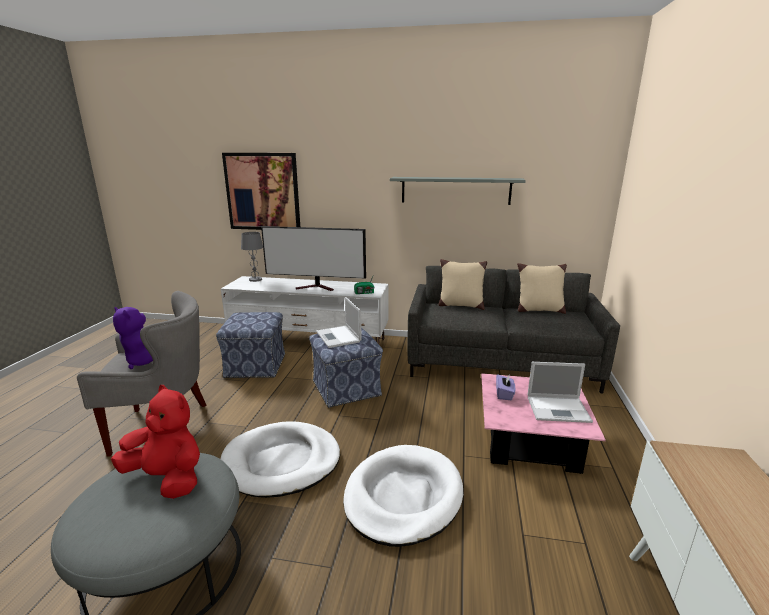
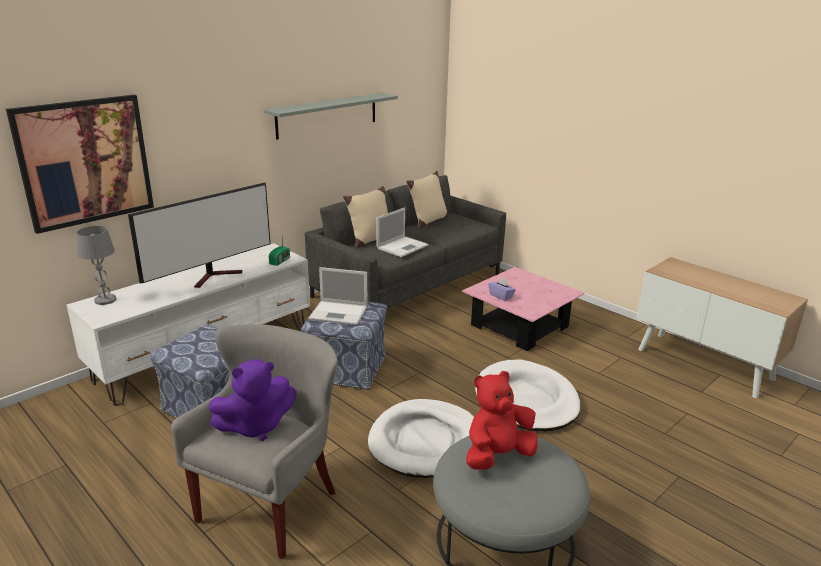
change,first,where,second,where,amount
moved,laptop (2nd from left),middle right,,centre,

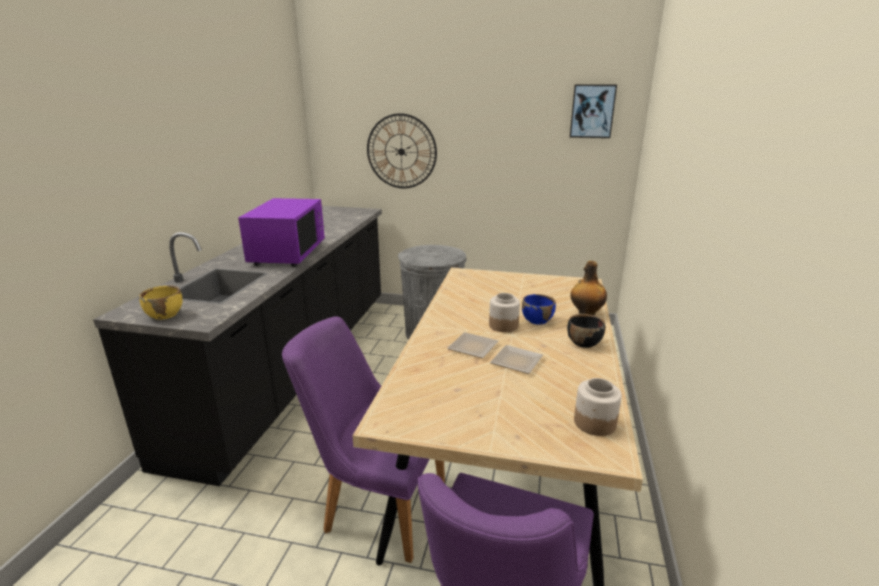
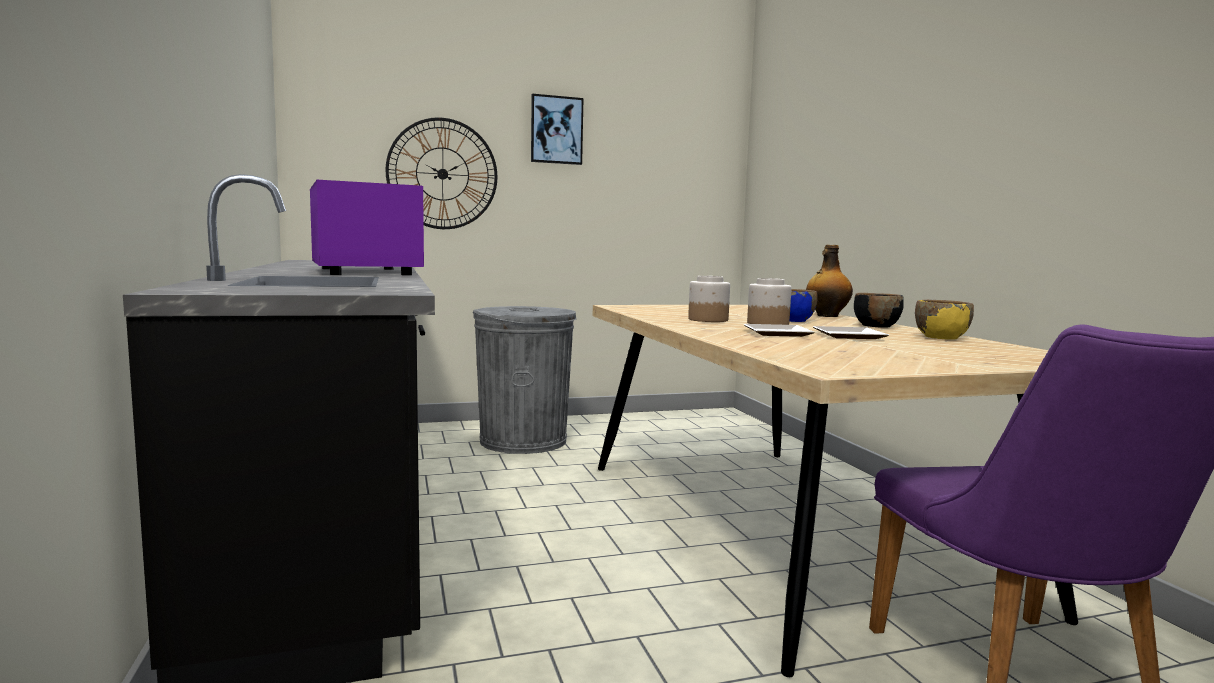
change,first,where,second,where,amount
removed,purple chair (1st from left),bottom centre,,,
moved,yellow bowl,middle left,,middle right,
moved,picture,top right,,top centre,
moved,jar (2nd from left in the first image),bottom right,jar (1st from left),centre,

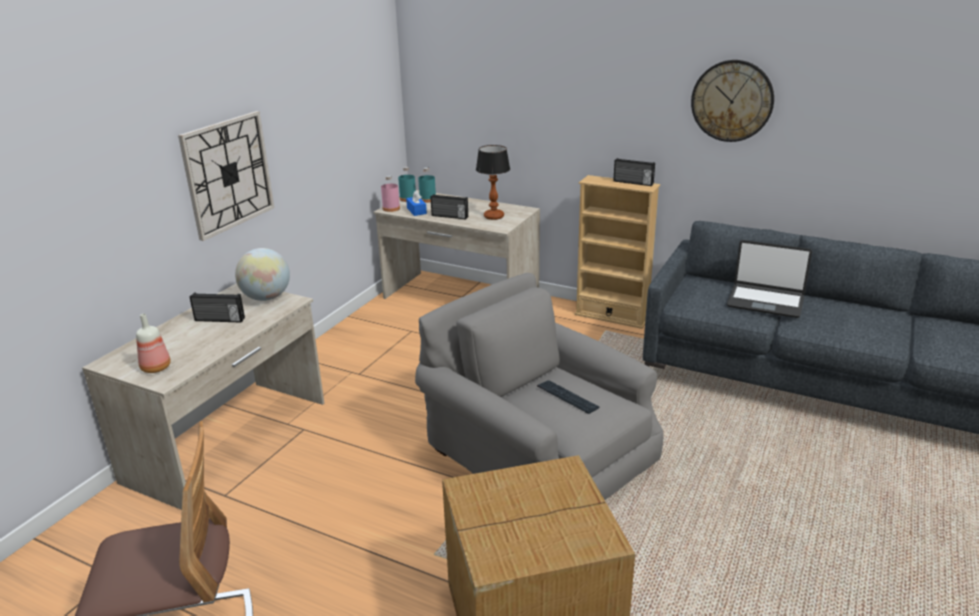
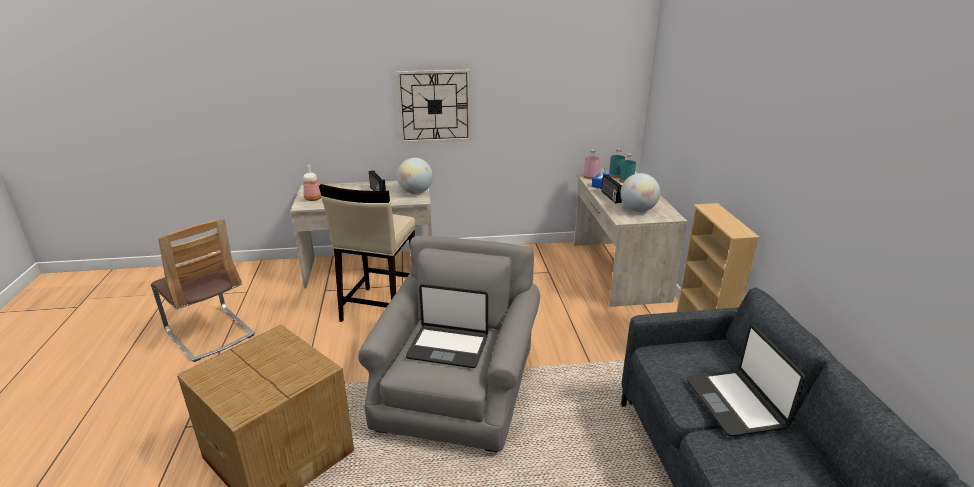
change,first,where,second,where,amount
removed,radio (3rd from left),top centre,,,
removed,wall clock (2nd from left),top right,,,
added,,,beige stool,centre,
replaced,table lamp,top centre,globe (2nd from left),centre,
replaced,keyboard,centre,laptop (1st from left),bottom centre,

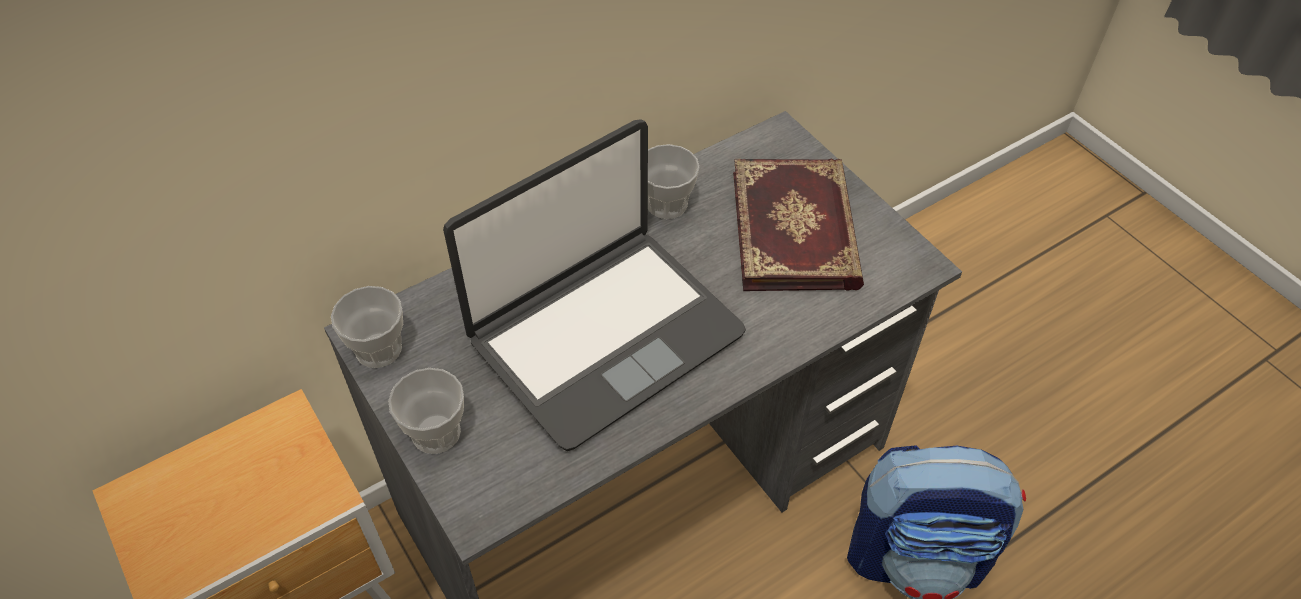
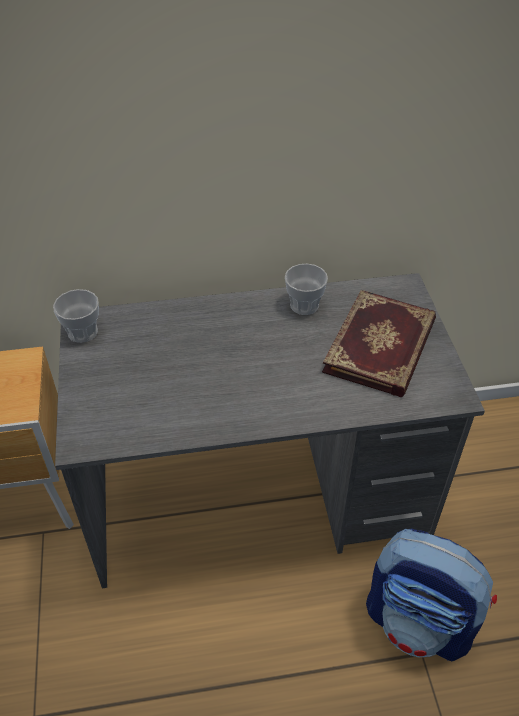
change,first,where,second,where,amount
removed,cup (2nd from left),bottom left,,,
removed,laptop,centre,,,

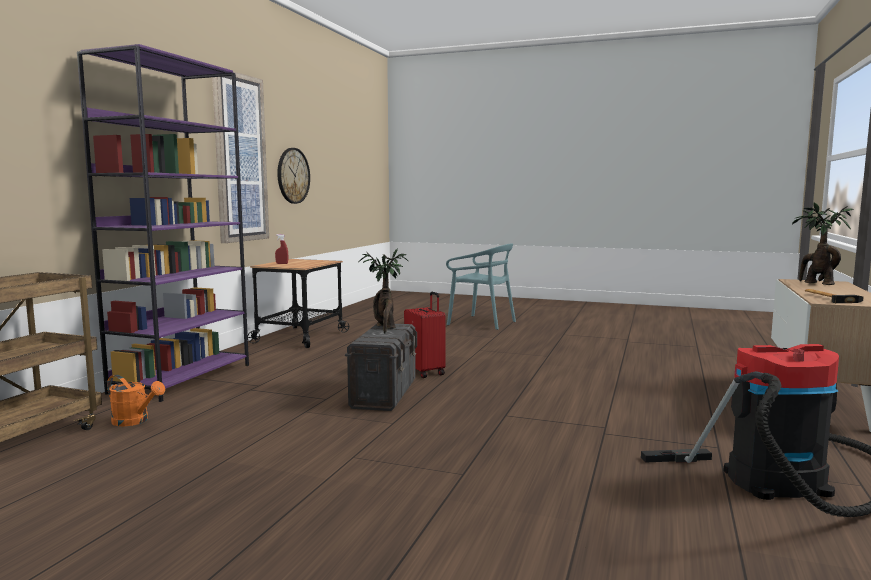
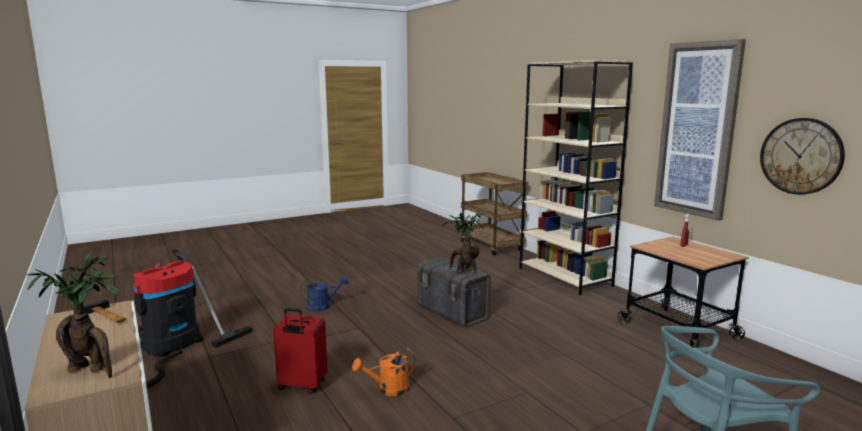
change,first,where,second,where,amount
added,,,blue watering can,bottom centre,
moved,orange watering can,bottom left,,bottom centre,
moved,red suitcase,centre,,bottom centre,
recoloured,purple bookcase,middle left,beige bookcase,middle right,

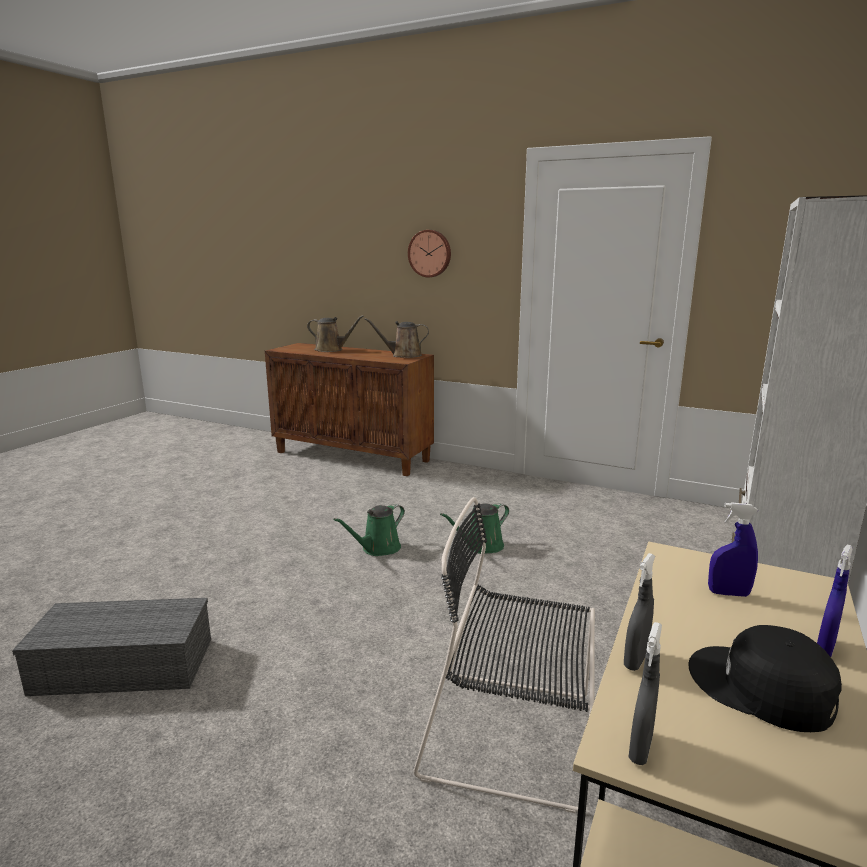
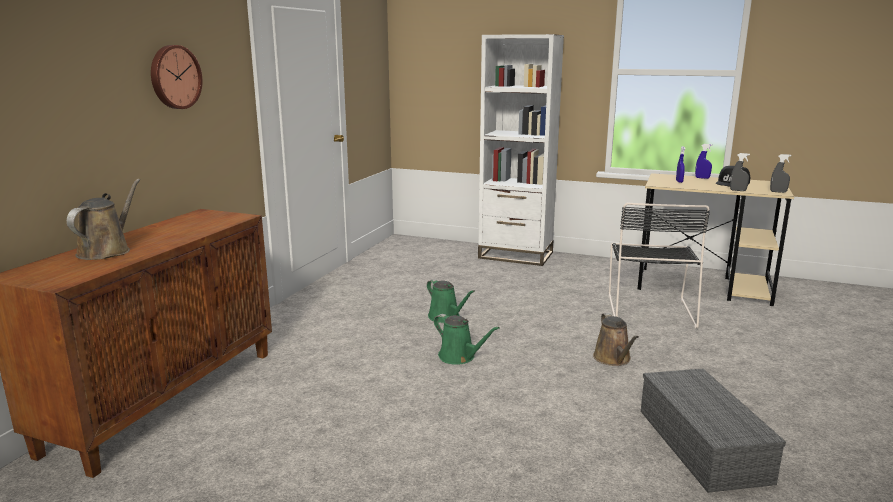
change,first,where,second,where,amount
moved,brown watering can (2nd from left),centre,,bottom right,

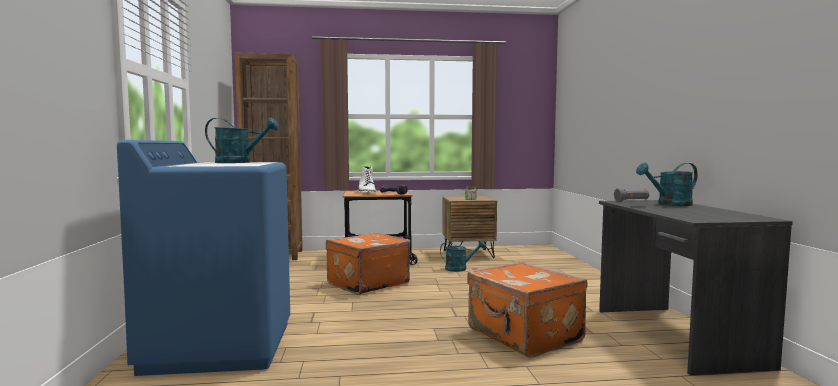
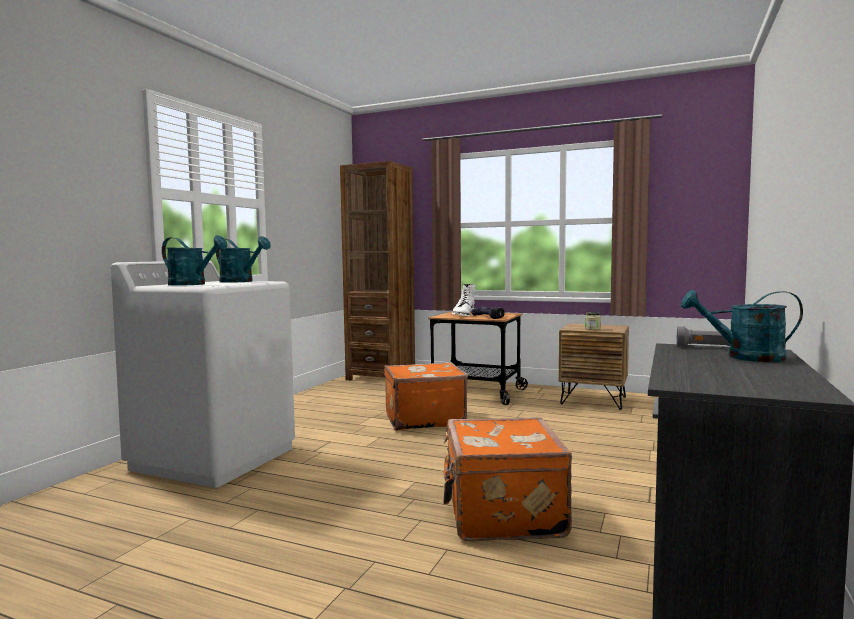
change,first,where,second,where,amount
moved,turquoise watering can (2nd from left in the first image),centre,turquoise watering can (1st from left),middle left,
recoloured,blue washing machine,bottom left,white washing machine,middle left,

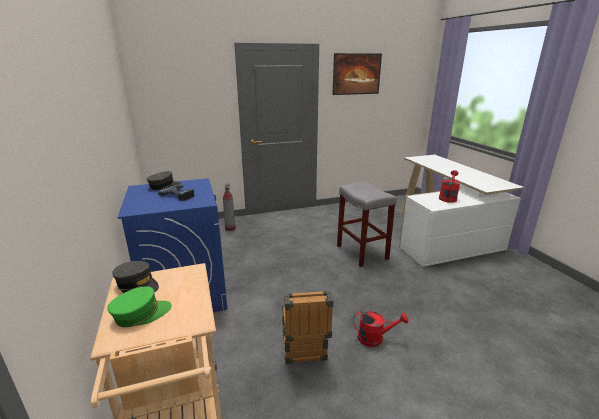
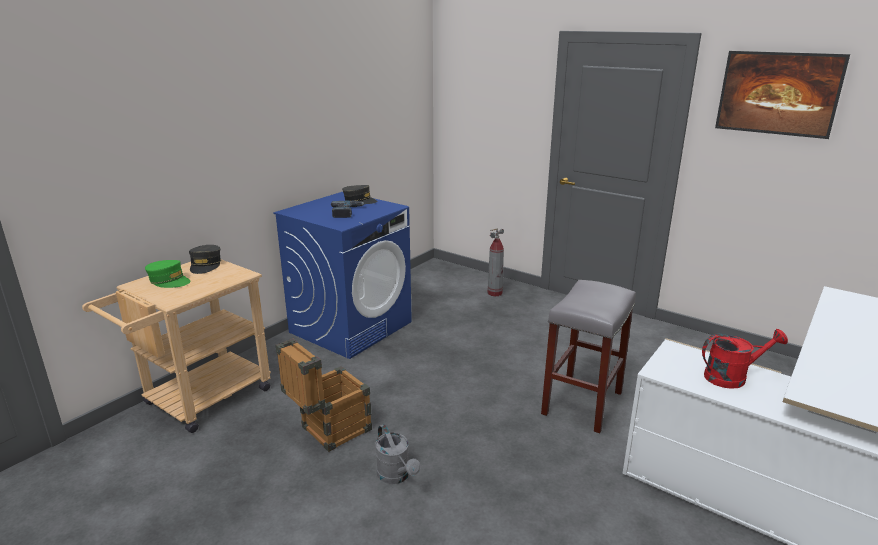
change,first,where,second,where,amount
recoloured,red watering can (1st from left),bottom centre,grey watering can,bottom centre,

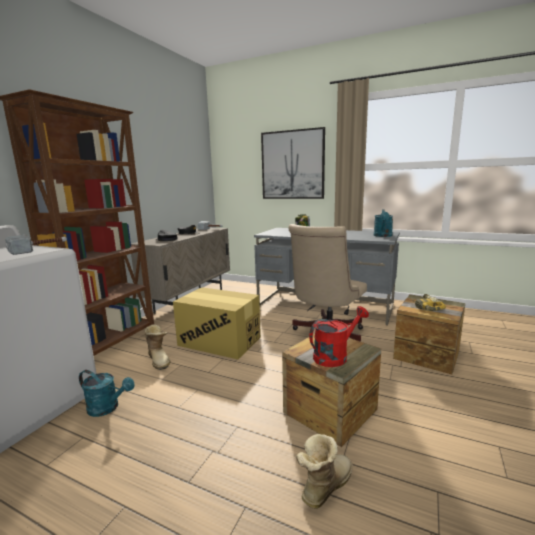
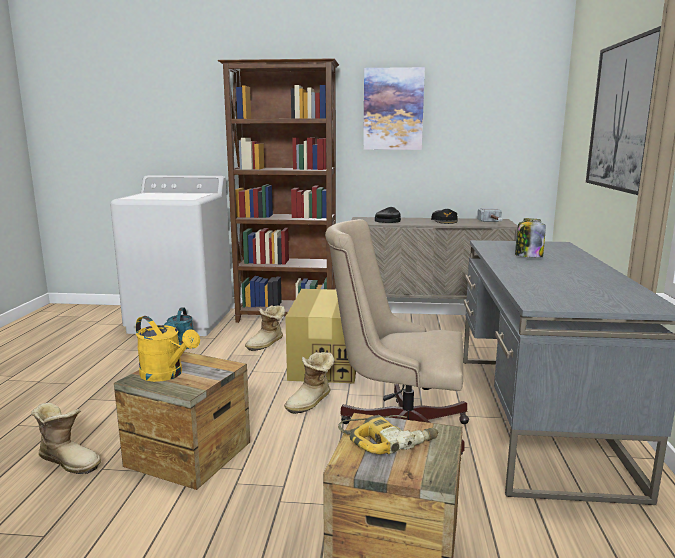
change,first,where,second,where,amount
removed,hammer (1st from left),middle left,,,
removed,turquoise watering can (2nd from left),middle right,,,
added,,,boot (3rd from left),bottom centre,
added,,,picture (1st from left),top centre,
recoloured,red watering can,centre,yellow watering can,middle left,

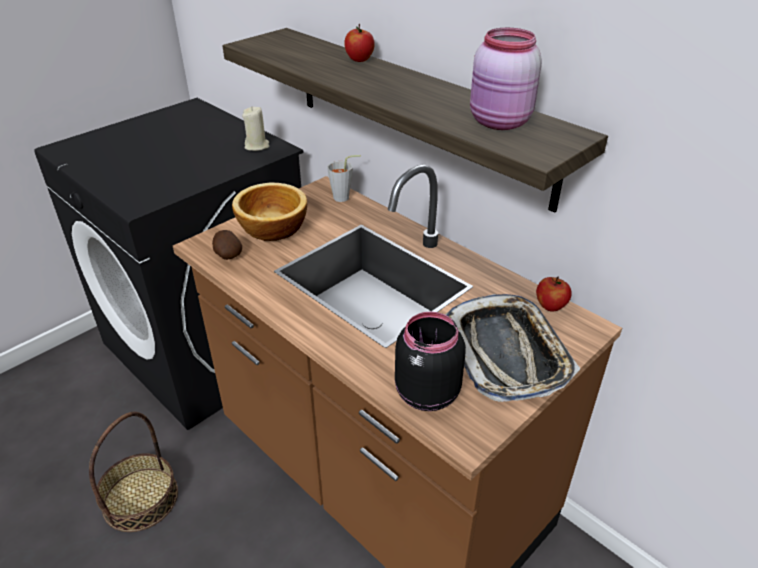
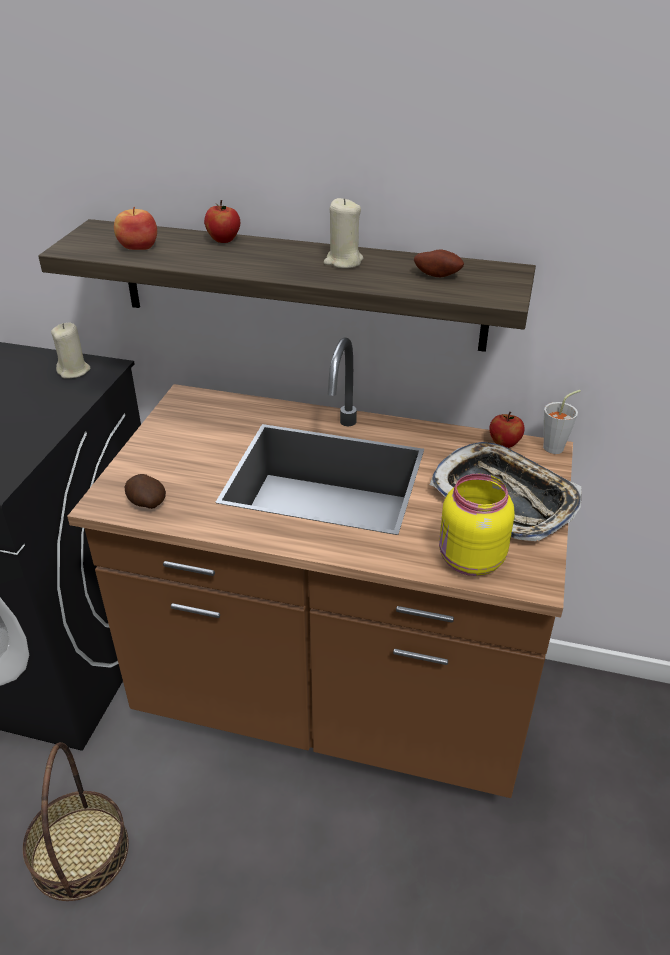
change,first,where,second,where,amount
removed,bowl,centre,,,
added,,,apple (1st from left),top left,
added,,,beige candle (2nd from left),top centre,
moved,grey cup,top centre,,middle right,
replaced,pink jar,top right,potato (2nd from left),top centre,
recoloured,black jar,centre,yellow jar,middle right,

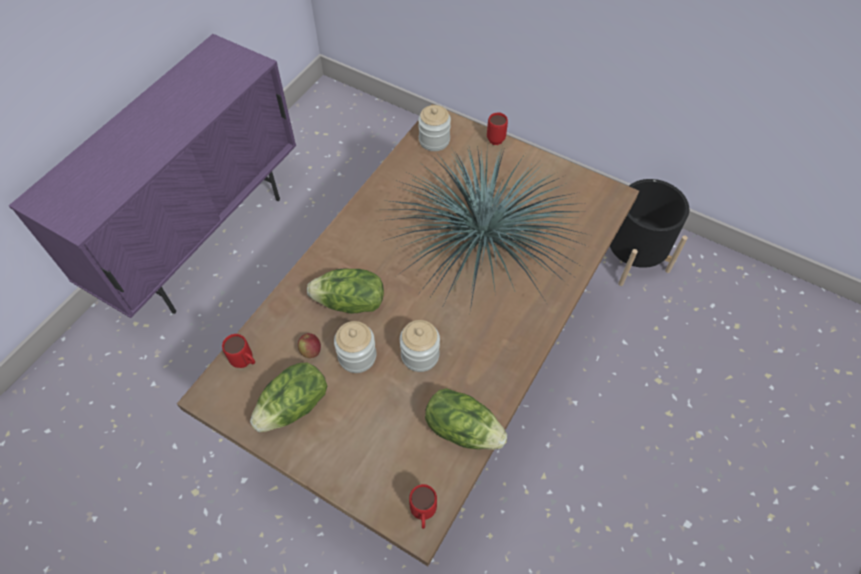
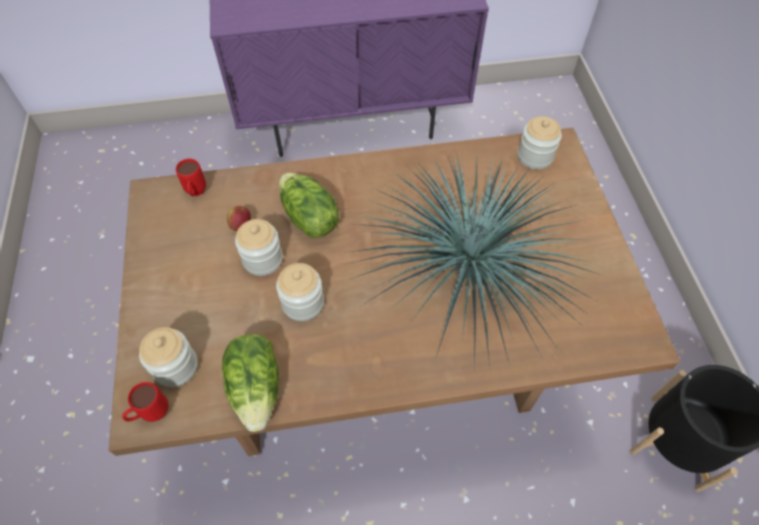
change,first,where,second,where,amount
removed,lettuce (1st from left),bottom centre,,,
removed,red mug (3rd from left),top centre,,,
added,,,jar (1st from left),bottom left,

